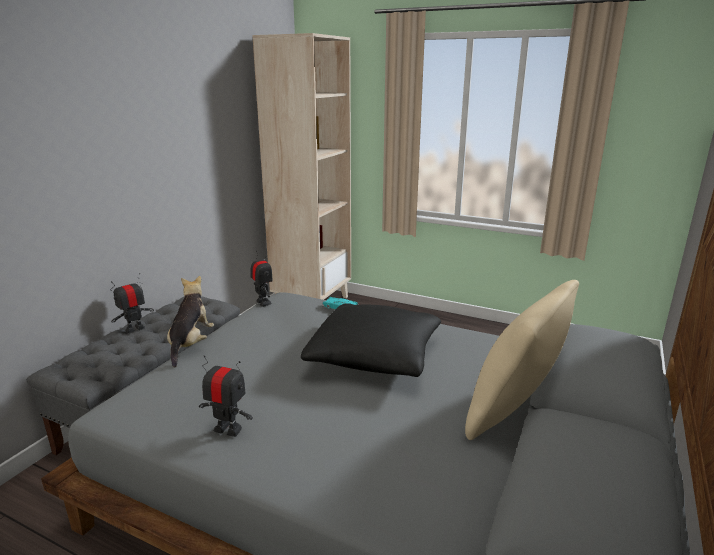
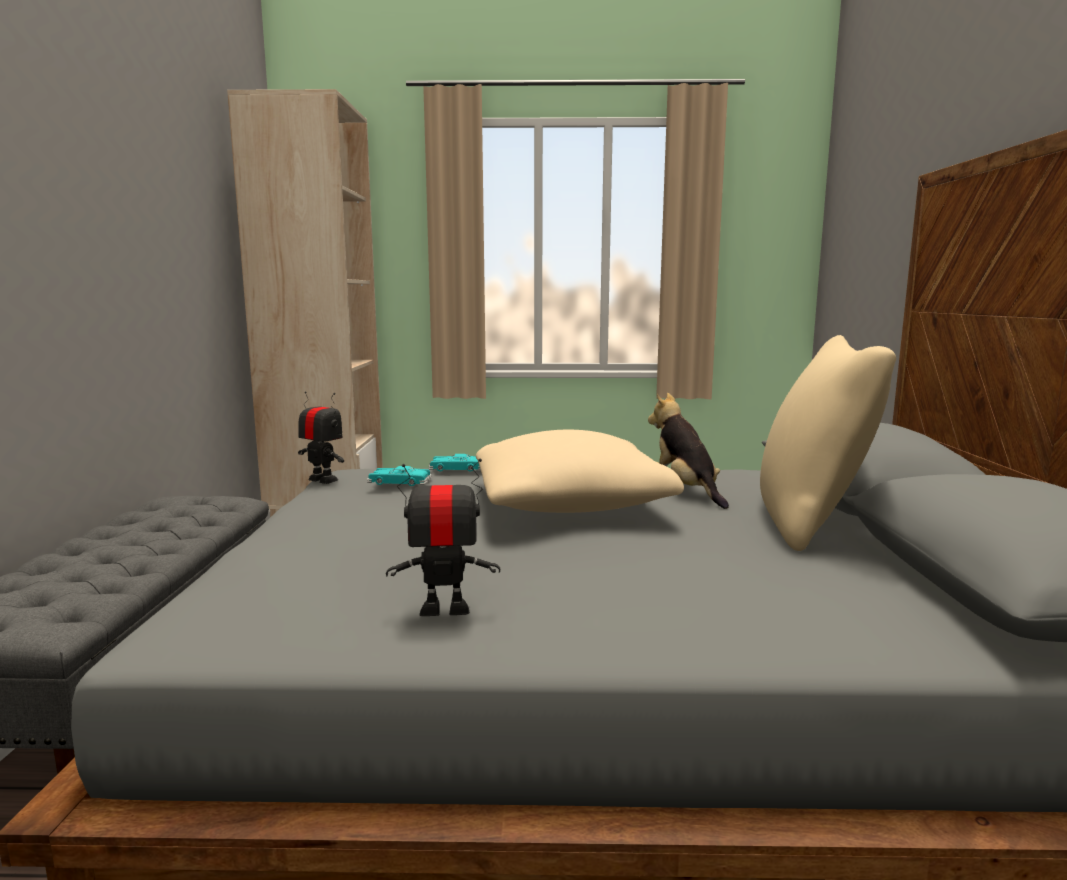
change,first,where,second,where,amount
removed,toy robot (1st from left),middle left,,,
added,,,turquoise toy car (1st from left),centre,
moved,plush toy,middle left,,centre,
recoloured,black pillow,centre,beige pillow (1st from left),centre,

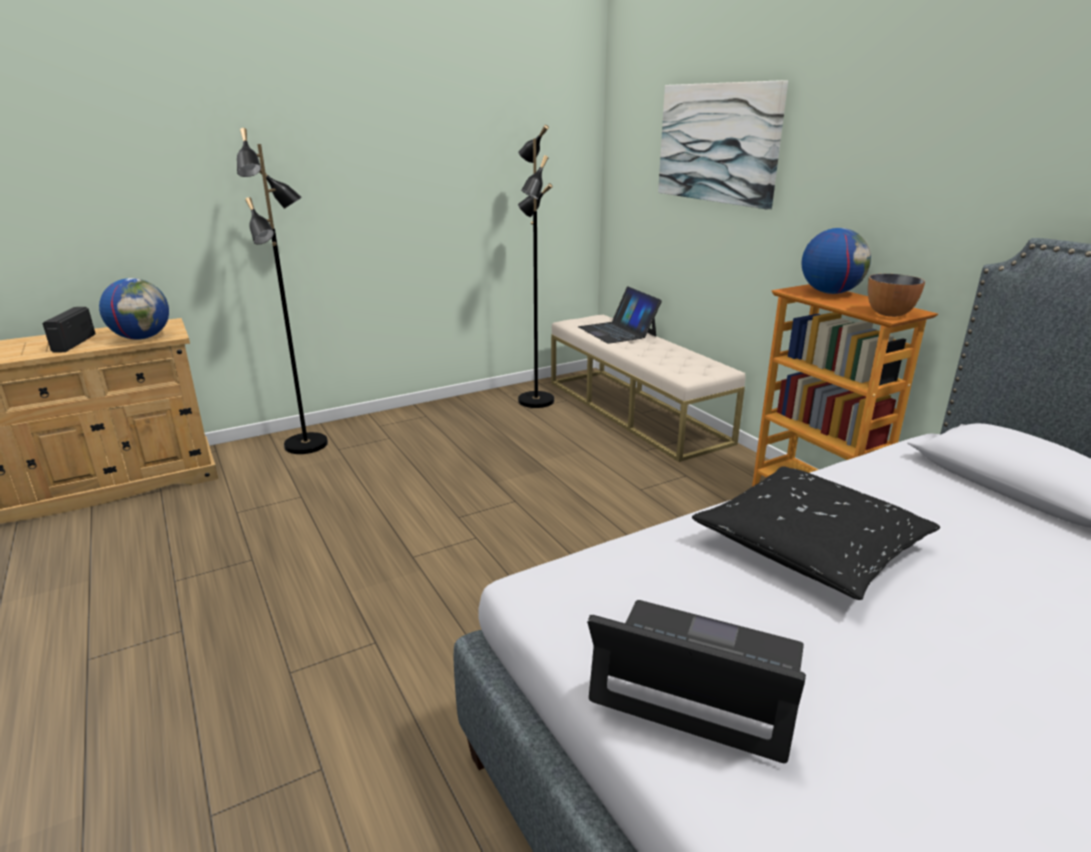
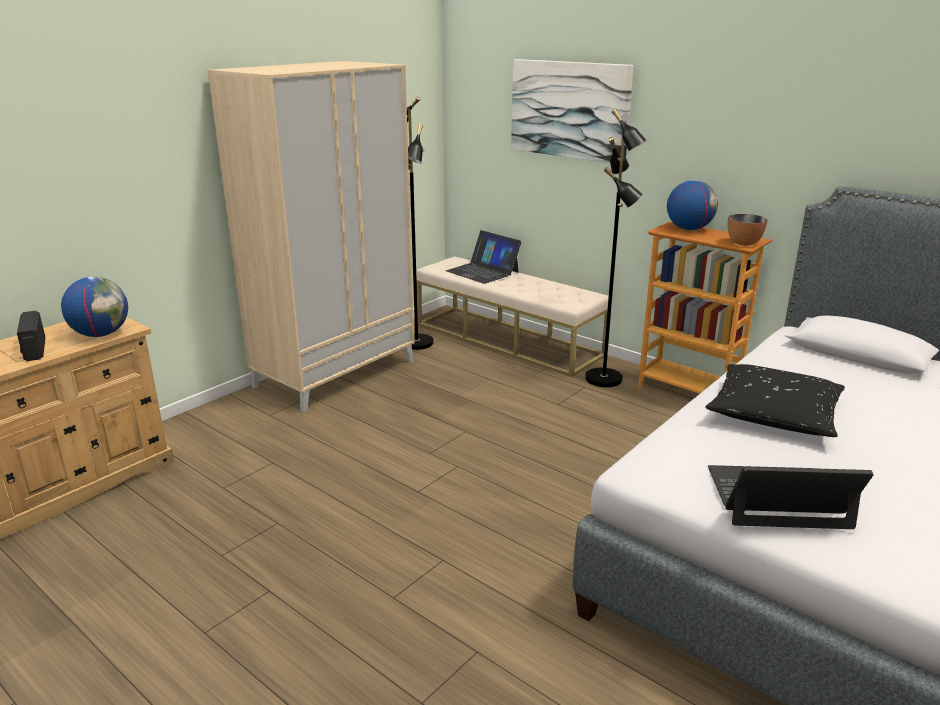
change,first,where,second,where,amount
added,,,beige wardrobe,middle left,
moved,black floor lamp (1st from left in the first image),middle left,black floor lamp (2nd from left),centre,

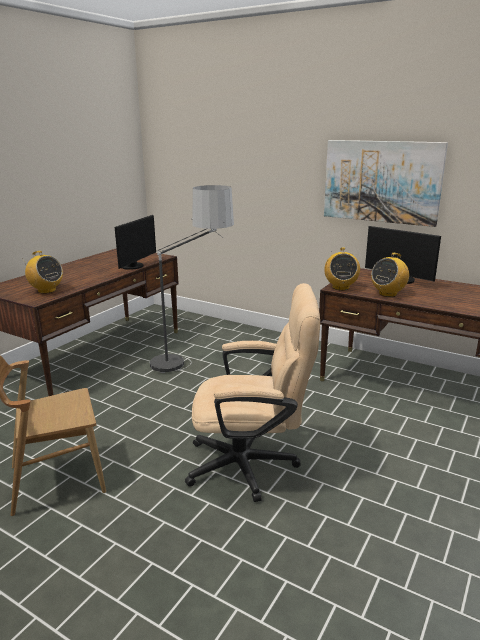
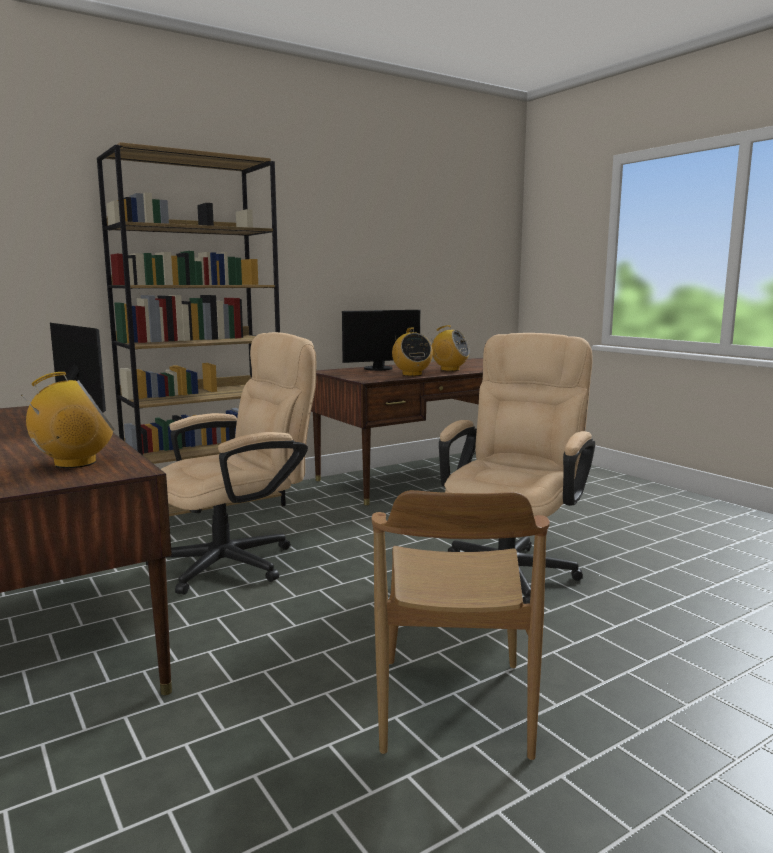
change,first,where,second,where,amount
removed,picture,top right,,,
added,,,brown bookcase,middle left,
moved,radio (2nd from left in the first image),middle right,radio (3rd from left),centre,
replaced,floor lamp,centre,beige office chair (1st from left),middle left,

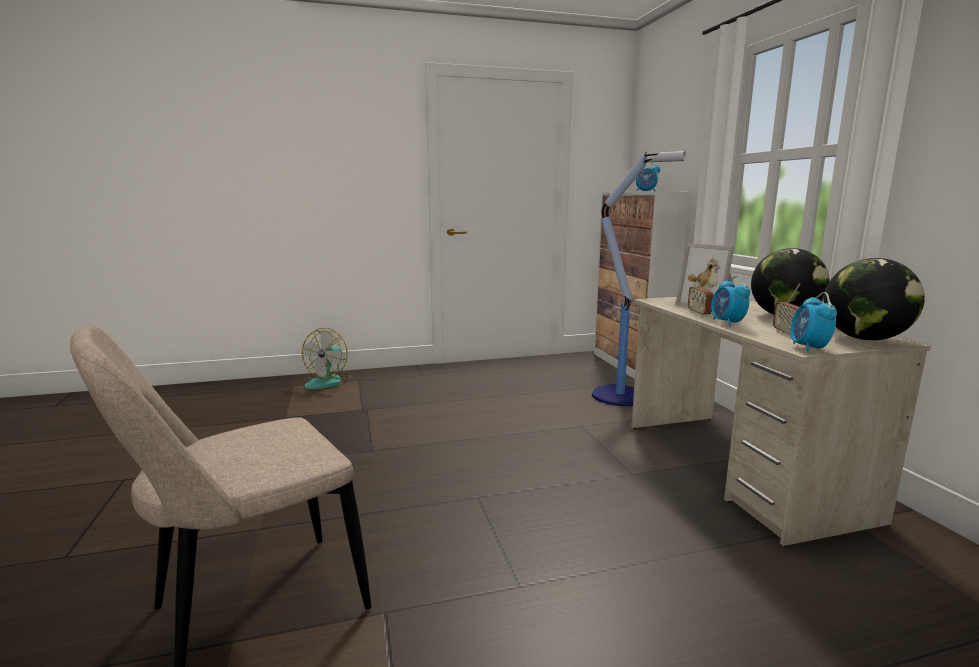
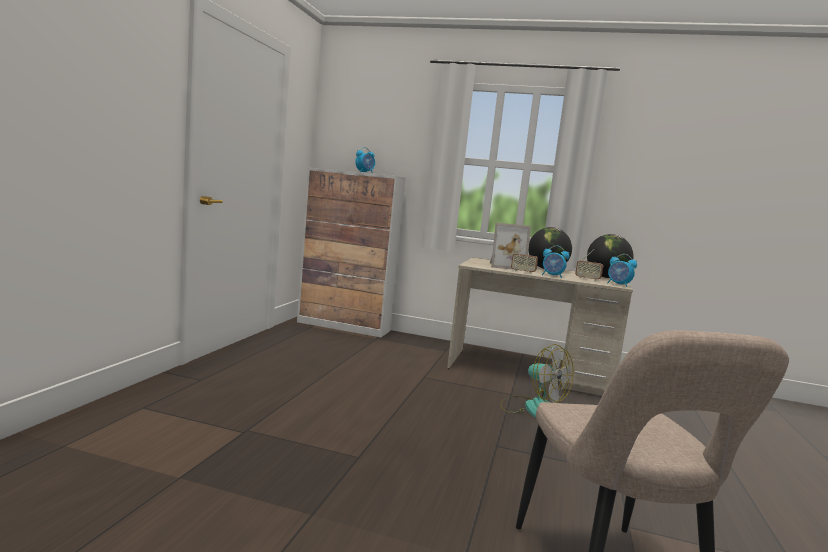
change,first,where,second,where,amount
removed,floor lamp,centre,,,
moved,fan,middle left,,bottom centre,

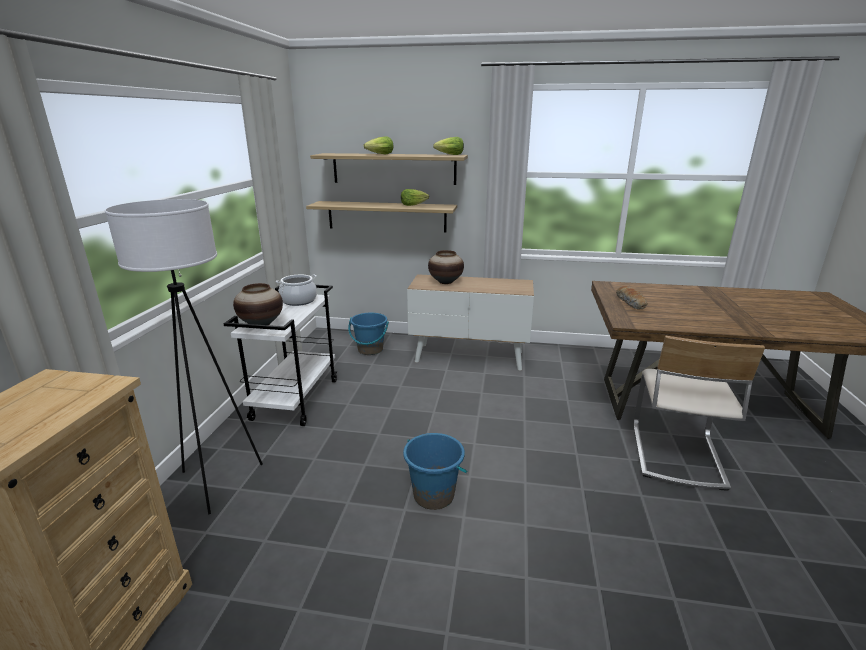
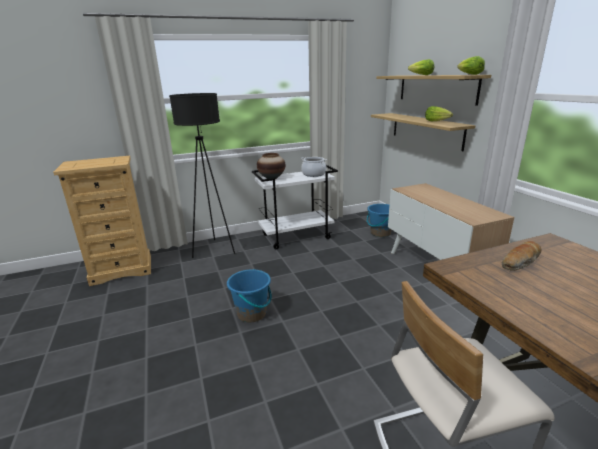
change,first,where,second,where,amount
removed,vase (2nd from left),centre,,,
recoloured,white floor lamp,middle left,black floor lamp,centre,

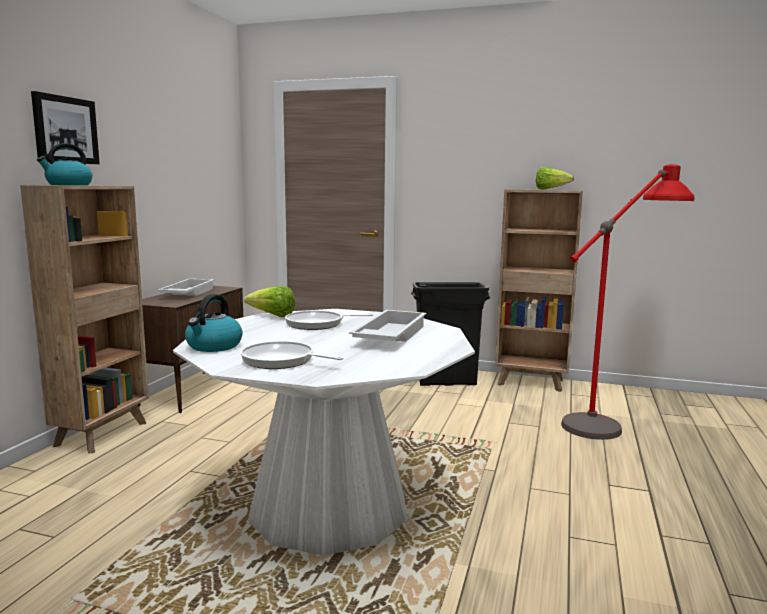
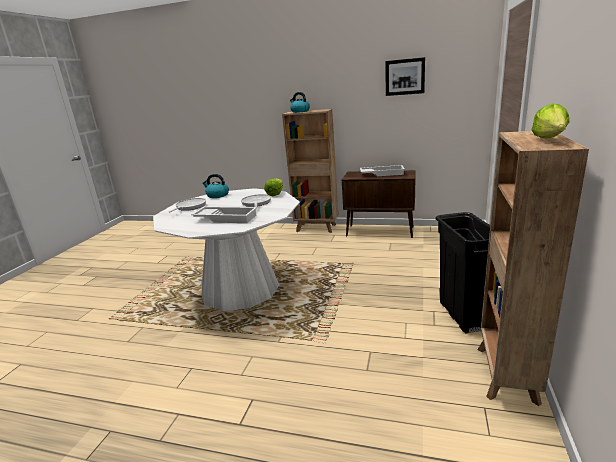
change,first,where,second,where,amount
removed,red floor lamp,middle right,,,
moved,picture,top left,,top centre,

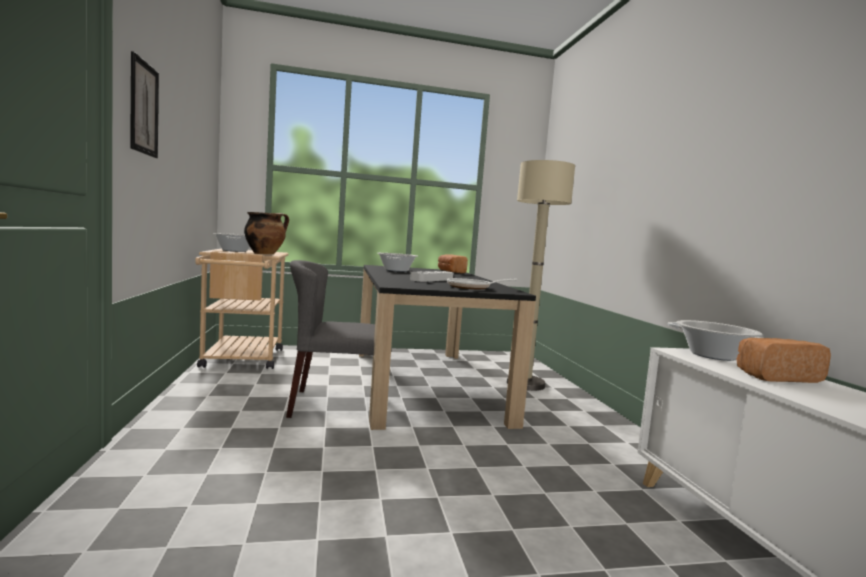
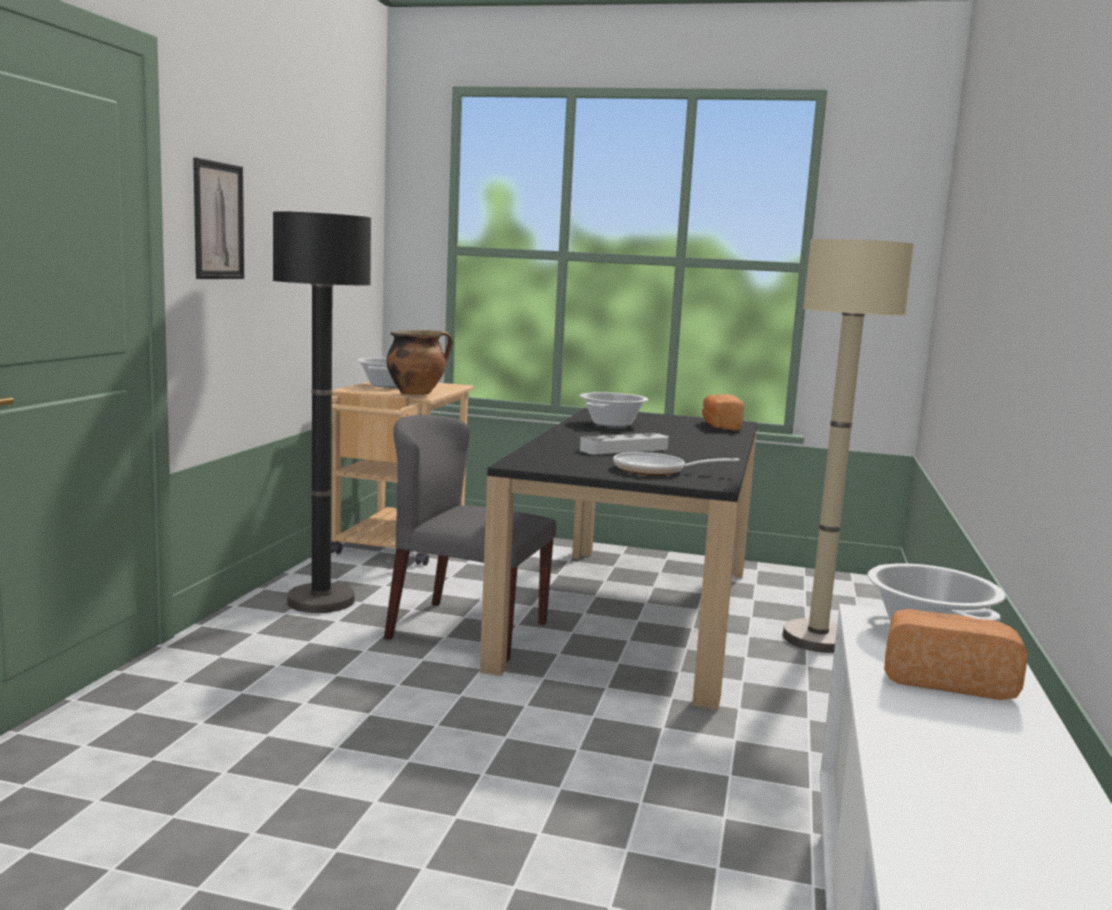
change,first,where,second,where,amount
added,,,black floor lamp,middle left,

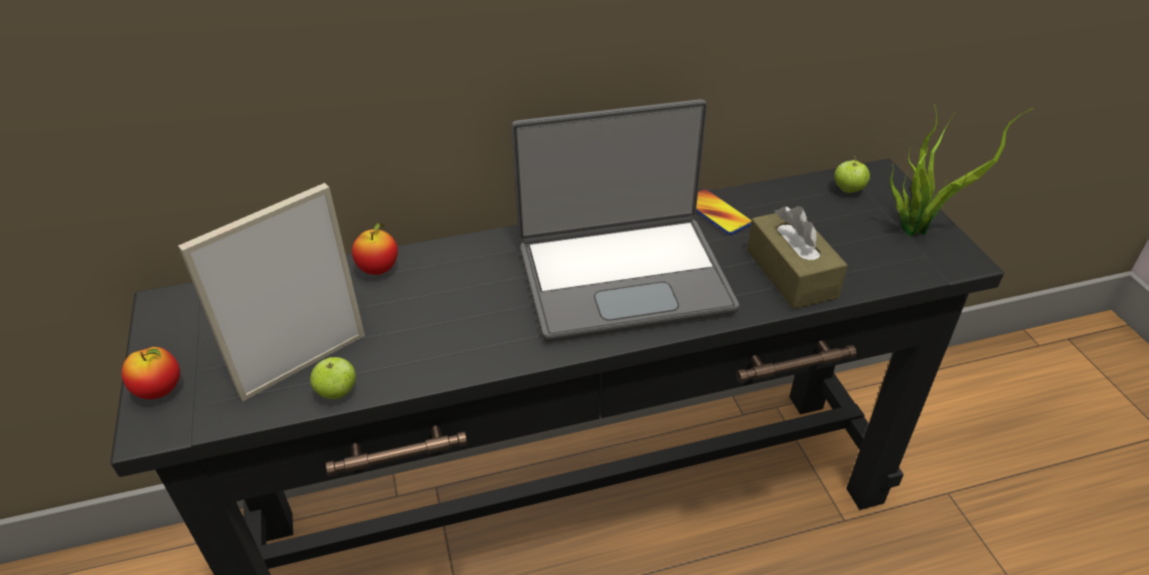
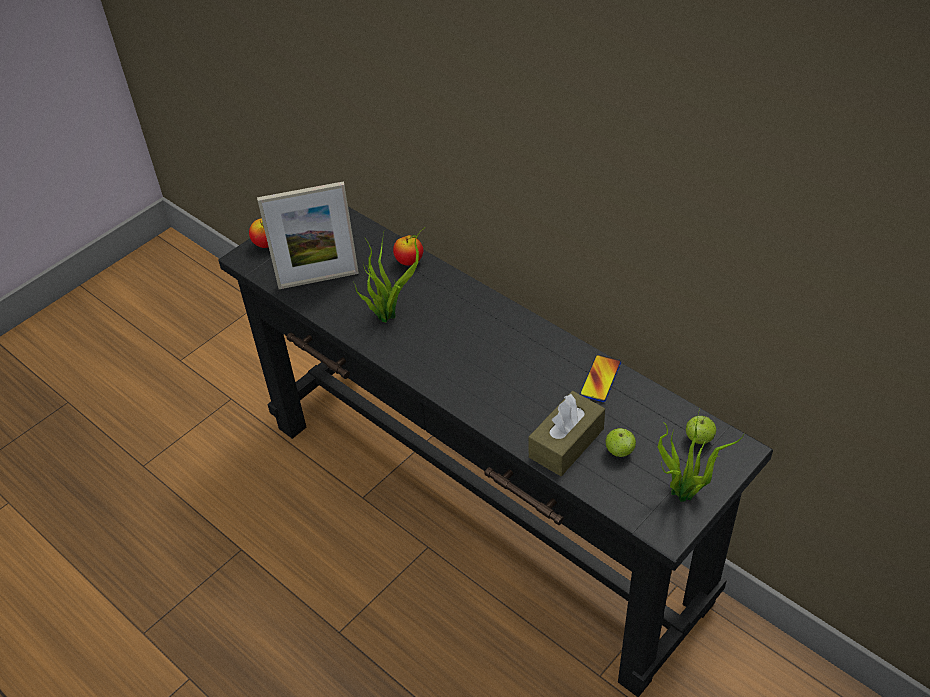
change,first,where,second,where,amount
removed,laptop,centre,,,
added,,,potted plant (1st from left),centre,
moved,apple (2nd from left in the first image),middle left,apple (3rd from left),middle right,
turned,picture frame,middle left,,middle left,150 degrees clockwise

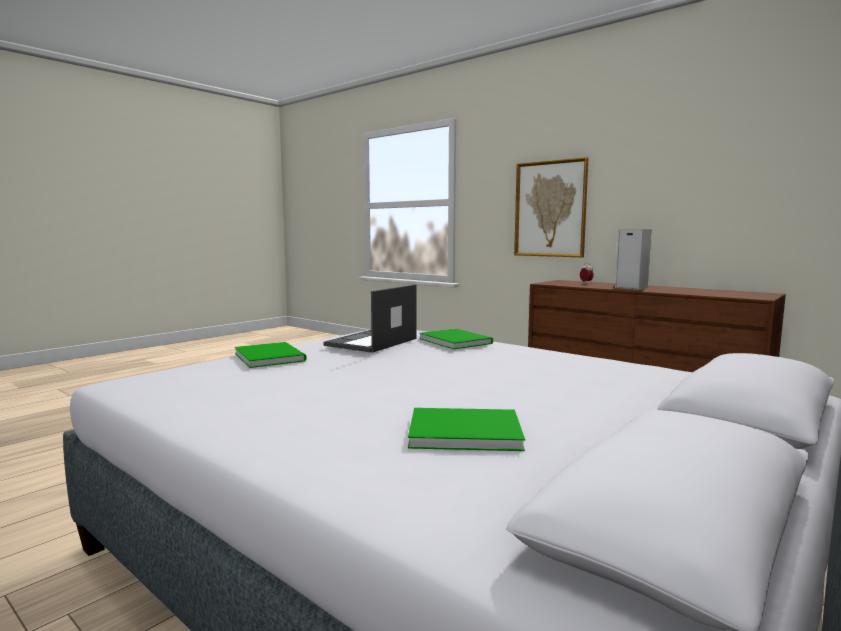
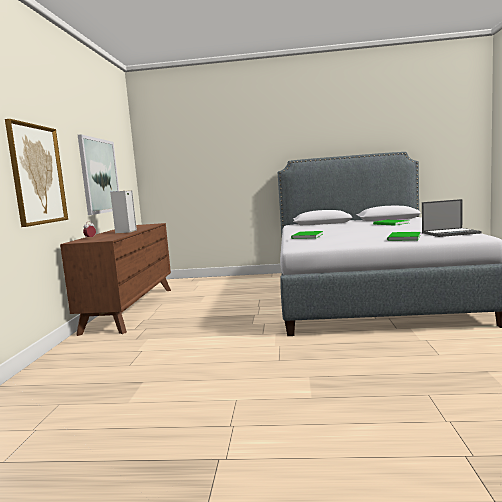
change,first,where,second,where,amount
added,,,picture (2nd from left),middle left,
moved,laptop,centre,,middle right,

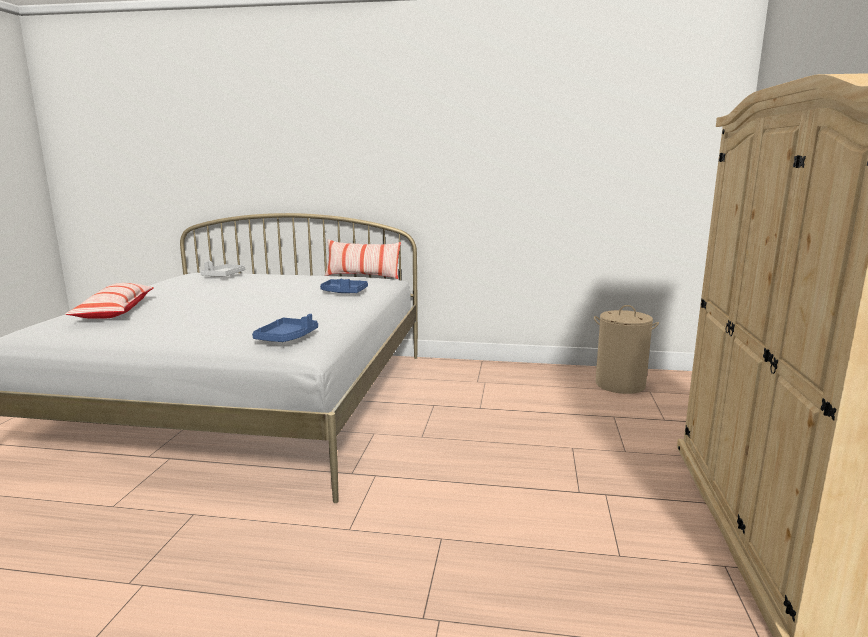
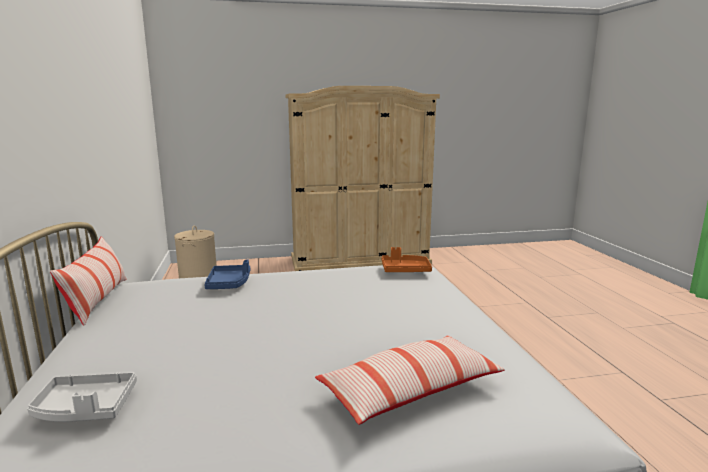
change,first,where,second,where,amount
recoloured,blue tray (1st from left),middle left,orange tray,centre,

